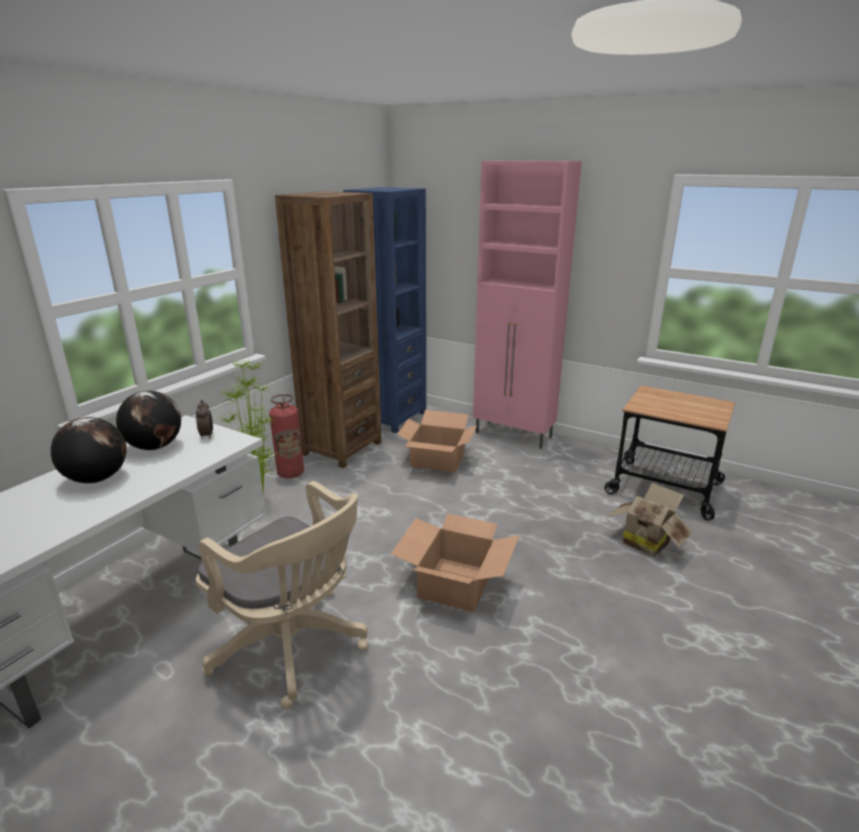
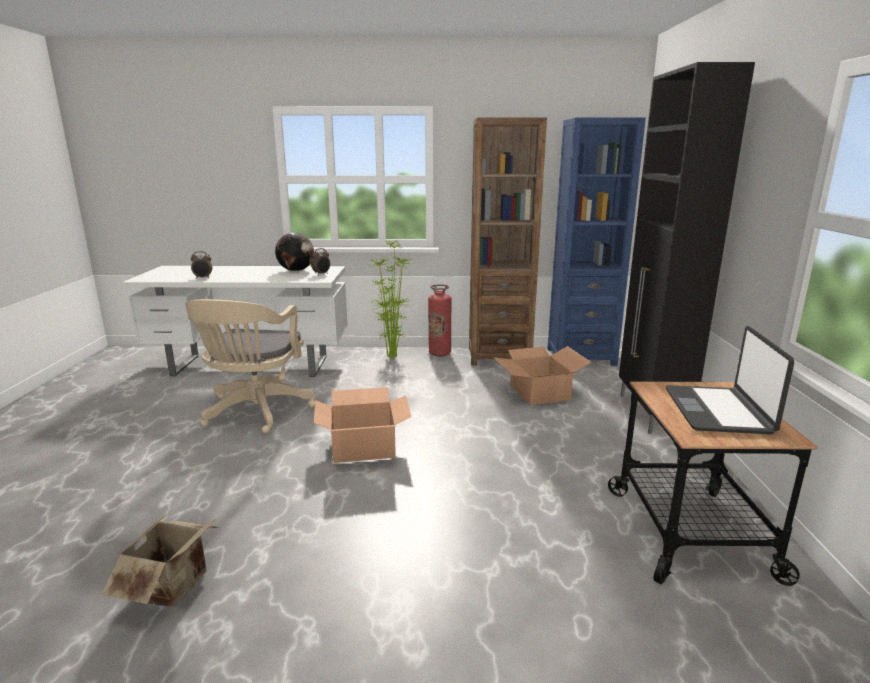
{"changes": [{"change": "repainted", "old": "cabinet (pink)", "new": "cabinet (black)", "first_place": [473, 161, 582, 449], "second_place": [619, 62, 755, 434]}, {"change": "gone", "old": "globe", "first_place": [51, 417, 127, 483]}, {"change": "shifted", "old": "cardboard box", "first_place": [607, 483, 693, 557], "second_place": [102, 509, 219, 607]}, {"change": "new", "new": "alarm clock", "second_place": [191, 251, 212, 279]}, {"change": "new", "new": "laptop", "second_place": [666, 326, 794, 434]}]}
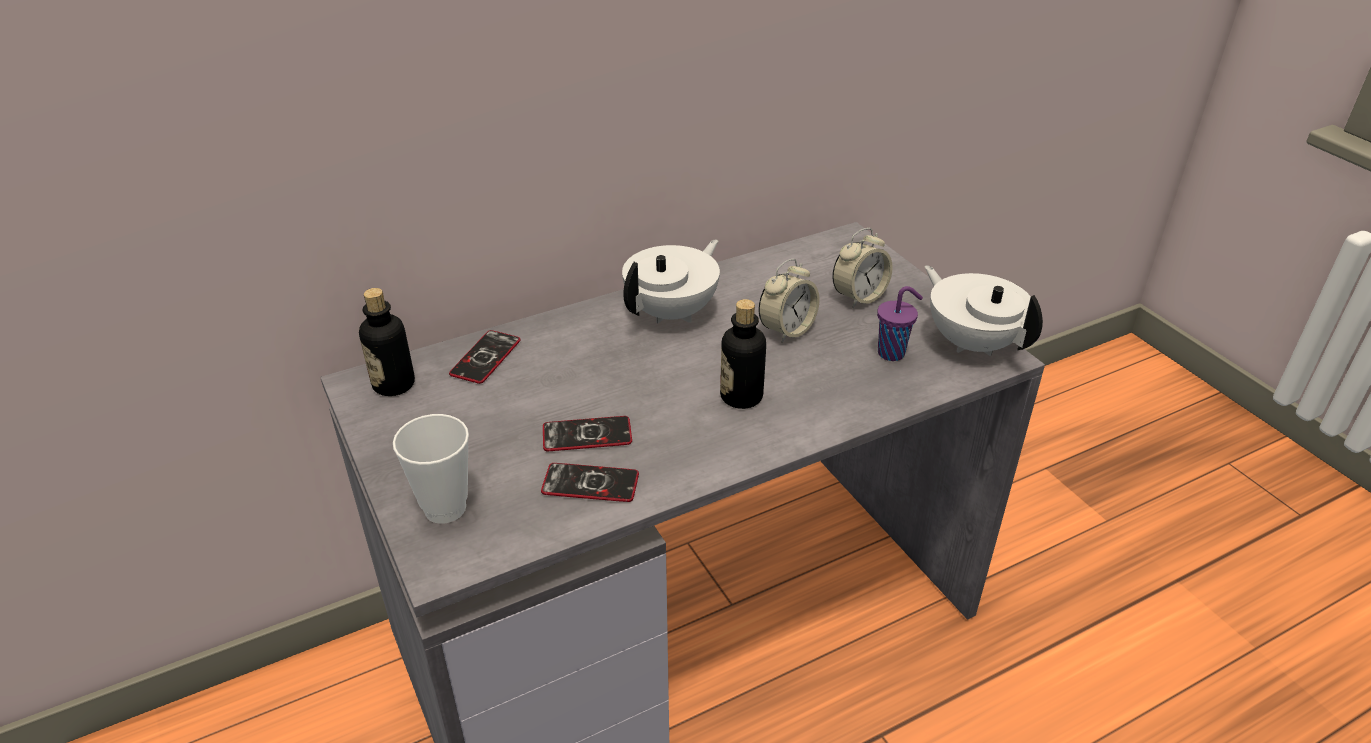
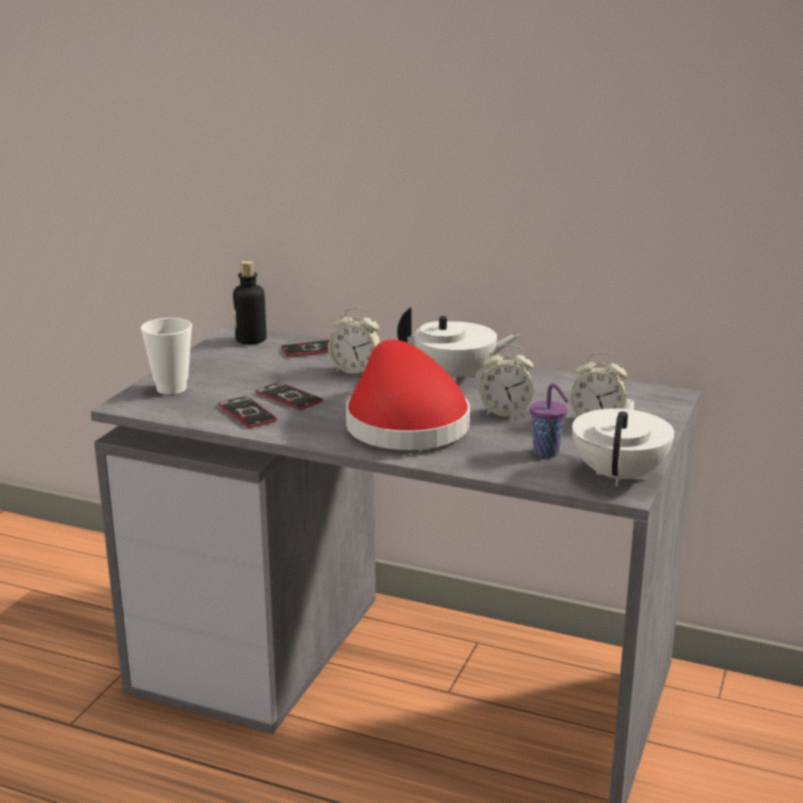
{"changes": [{"change": "swapped", "old": "bottle", "new": "hat (red)", "first_place": [720, 299, 766, 409], "second_place": [346, 340, 470, 450]}, {"change": "new", "new": "alarm clock", "second_place": [328, 307, 381, 373]}]}
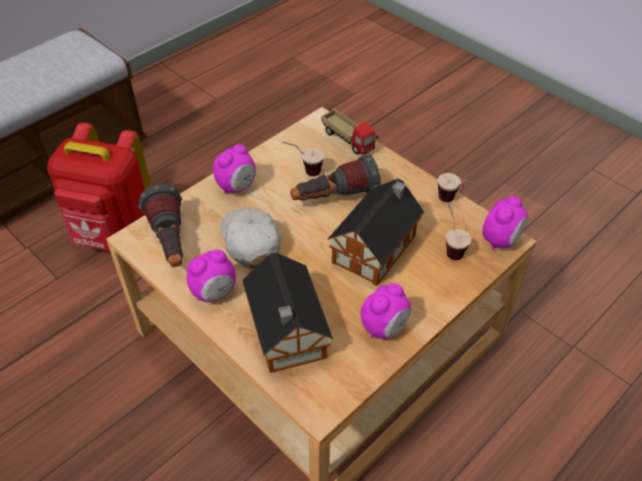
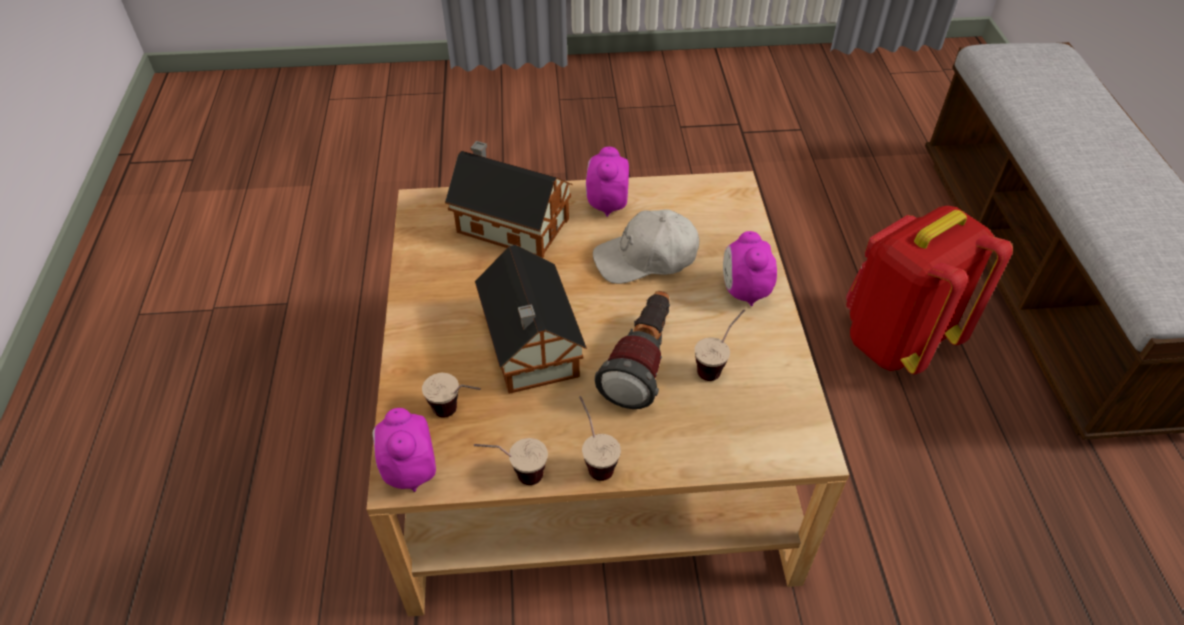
{"changes": [{"change": "gone", "old": "toy truck", "first_place": [322, 109, 378, 155]}, {"change": "gone", "old": "flashlight", "first_place": [139, 184, 183, 267]}, {"change": "rotated", "old": "cap (white)", "first_place": [221, 208, 281, 269], "second_place": [593, 209, 699, 284], "degrees": 150}, {"change": "gone", "old": "alarm clock", "first_place": [360, 283, 411, 339]}, {"change": "new", "new": "cup", "second_place": [579, 396, 621, 481]}]}
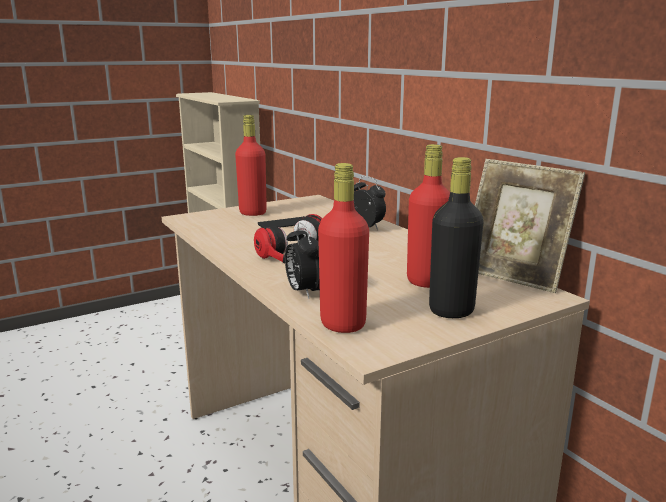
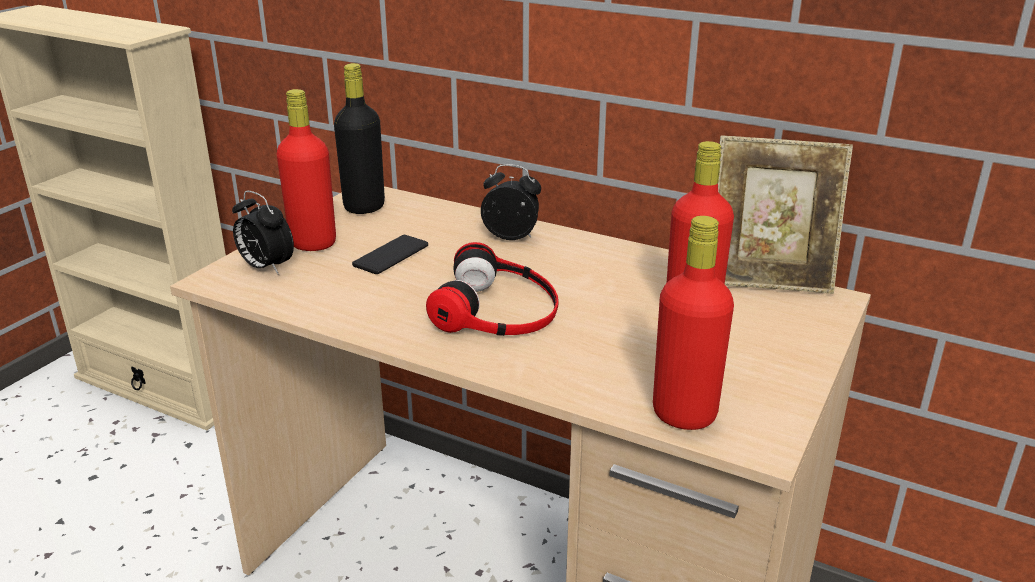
{"changes": [{"change": "shifted", "old": "bottle (black)", "first_place": [429, 157, 484, 318], "second_place": [334, 63, 385, 214]}, {"change": "shifted", "old": "alarm clock", "first_place": [285, 222, 320, 299], "second_place": [232, 191, 294, 275]}]}
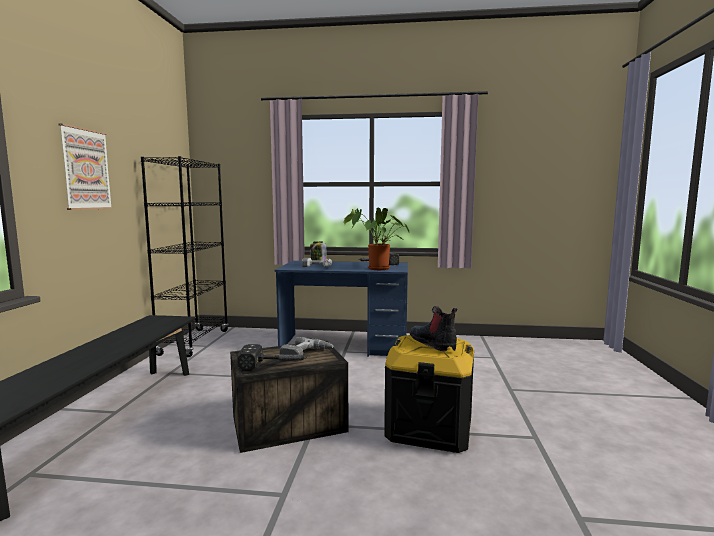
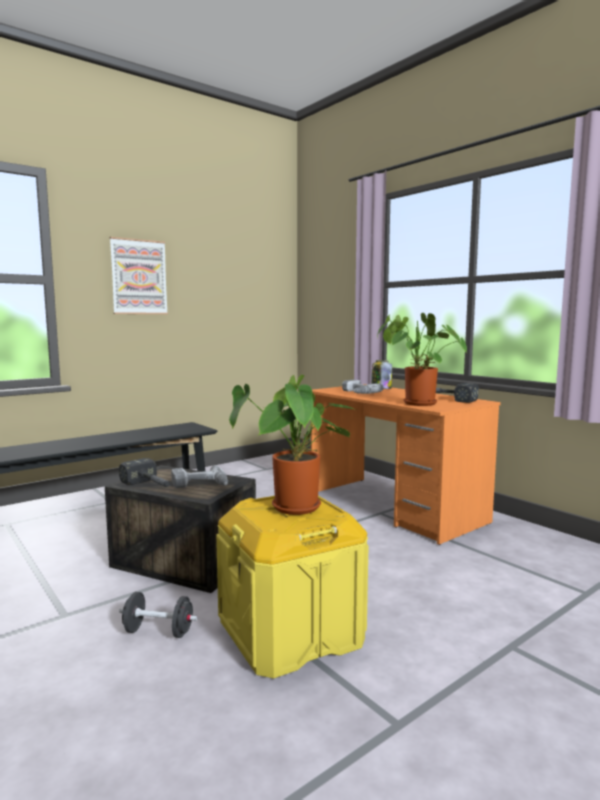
{"changes": [{"change": "gone", "old": "bookcase (black)", "first_place": [141, 156, 229, 357]}, {"change": "repainted", "old": "desk (blue)", "new": "desk (orange)", "first_place": [275, 261, 408, 357], "second_place": [311, 384, 501, 545]}, {"change": "swapped", "old": "boot", "new": "potted plant", "first_place": [410, 306, 458, 352], "second_place": [229, 375, 357, 515]}, {"change": "repainted", "old": "storage box (black)", "new": "storage box (yellow)", "first_place": [384, 335, 474, 453], "second_place": [216, 496, 369, 679]}, {"change": "new", "new": "dumbbell (black)", "second_place": [119, 592, 197, 638]}]}
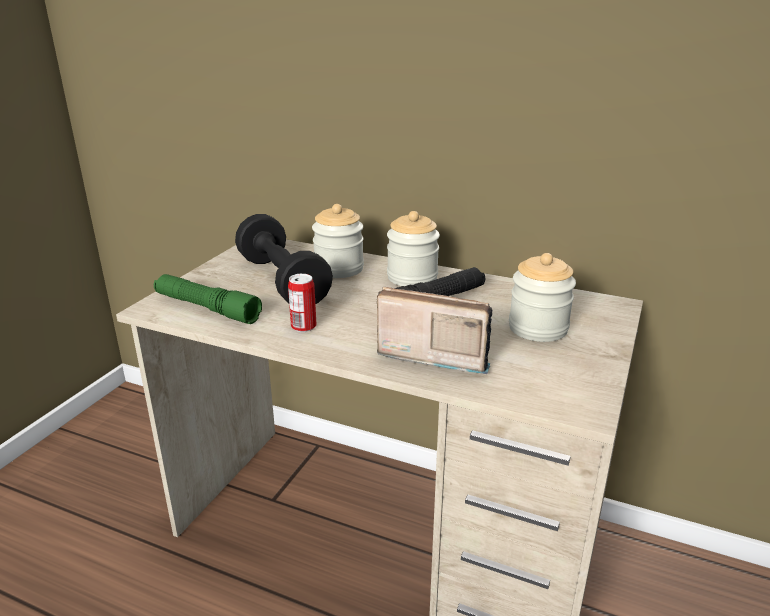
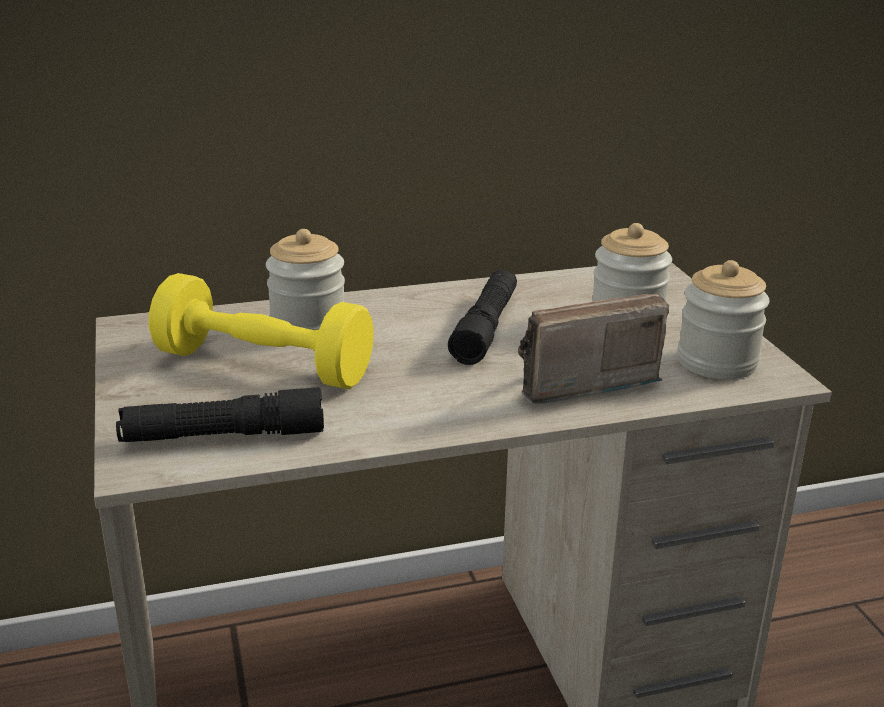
{"changes": [{"change": "shifted", "old": "jar", "first_place": [387, 211, 440, 286], "second_place": [677, 260, 770, 379]}, {"change": "repainted", "old": "dumbbell (black)", "new": "dumbbell (yellow)", "first_place": [235, 214, 333, 304], "second_place": [149, 273, 374, 389]}, {"change": "repainted", "old": "flashlight (green)", "new": "flashlight (black)", "first_place": [154, 274, 262, 324], "second_place": [116, 387, 324, 442]}, {"change": "gone", "old": "can", "first_place": [288, 274, 316, 332]}]}
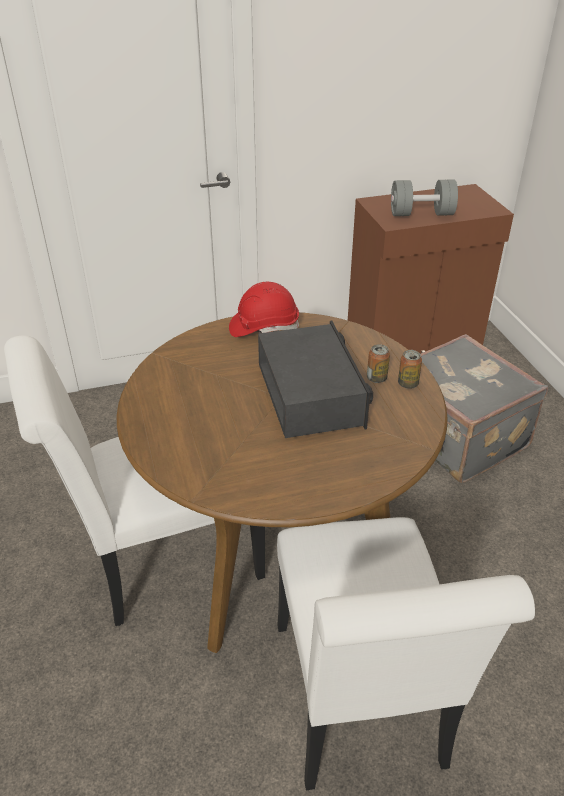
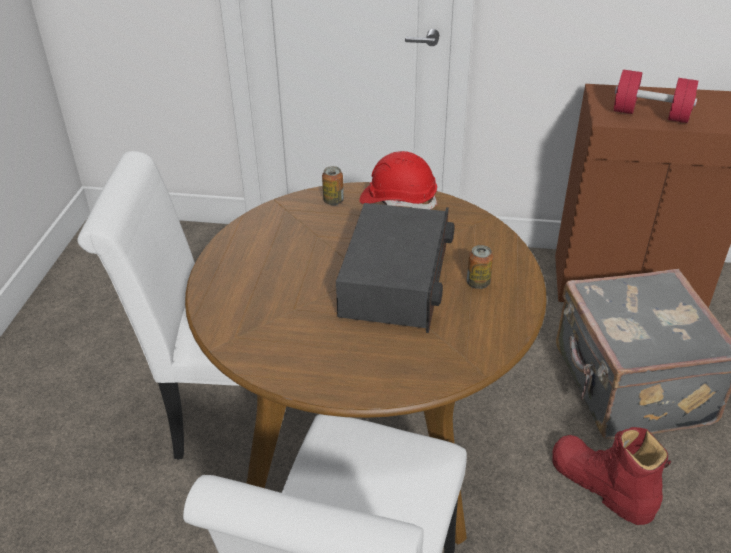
{"changes": [{"change": "repainted", "old": "dumbbell (grey)", "new": "dumbbell (red)", "first_place": [391, 179, 458, 216], "second_place": [614, 70, 698, 123]}, {"change": "shifted", "old": "can", "first_place": [398, 350, 422, 389], "second_place": [322, 166, 344, 205]}, {"change": "new", "new": "boot (red)", "second_place": [552, 427, 671, 525]}]}
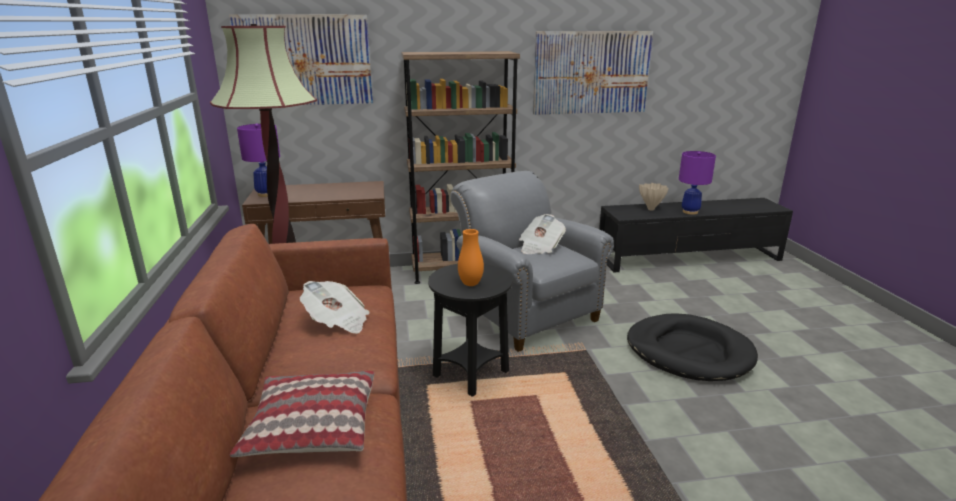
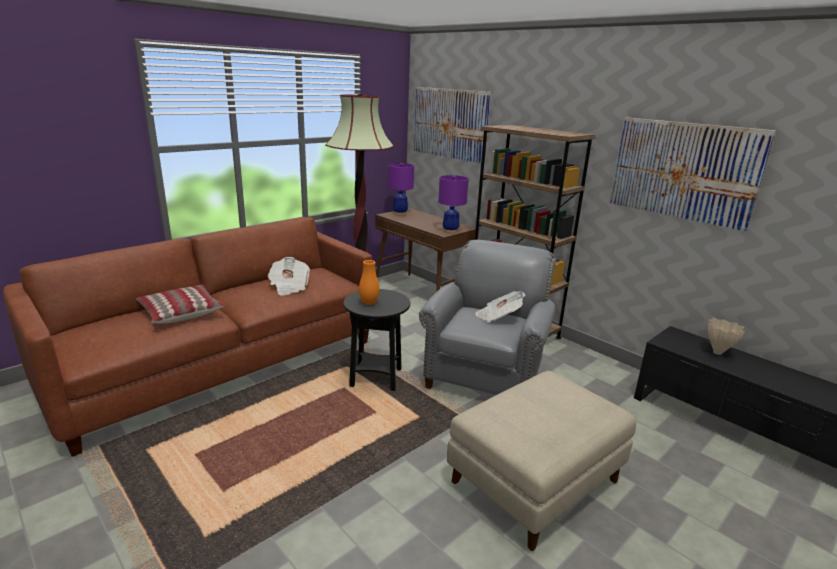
{"changes": [{"change": "shifted", "old": "table lamp (purple)", "first_place": [679, 151, 716, 215], "second_place": [438, 175, 469, 233]}, {"change": "swapped", "old": "dog bed (black)", "new": "ottoman (beige)", "first_place": [627, 314, 758, 381], "second_place": [447, 371, 636, 551]}]}
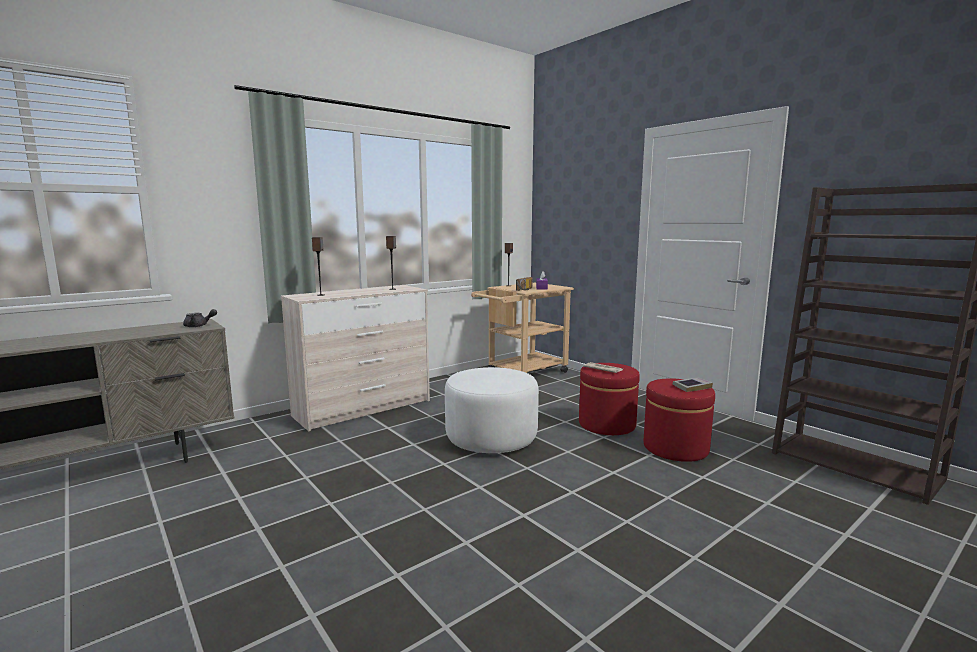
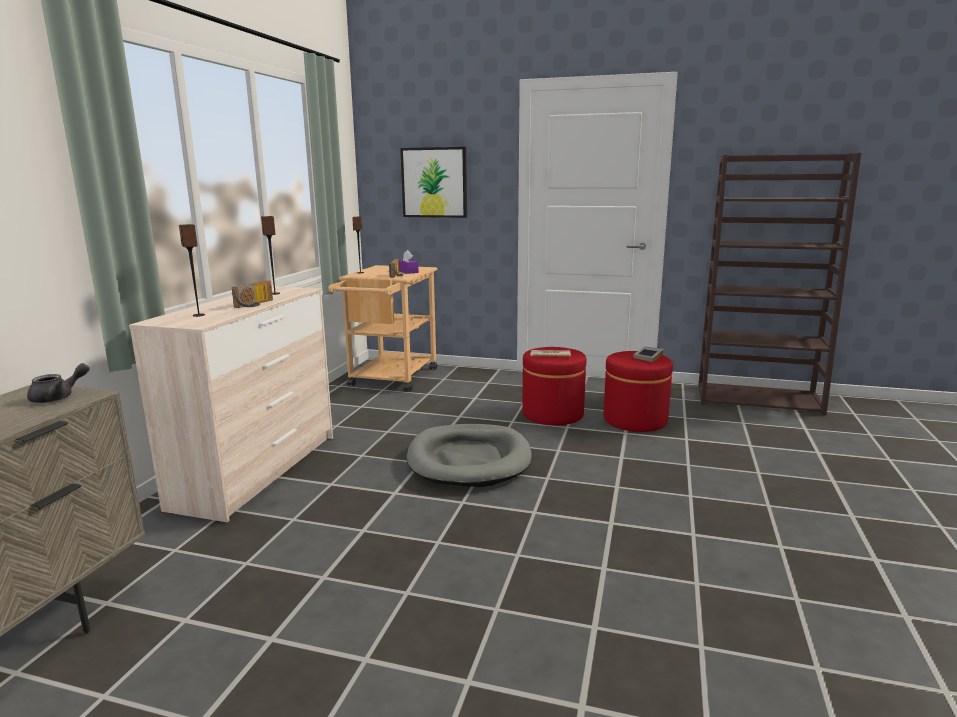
{"changes": [{"change": "swapped", "old": "ottoman (white)", "new": "dog bed (grey)", "first_place": [445, 367, 539, 453], "second_place": [407, 424, 532, 487]}, {"change": "new", "new": "picture", "second_place": [400, 147, 467, 218]}, {"change": "new", "new": "radio", "second_place": [232, 280, 273, 308]}]}
